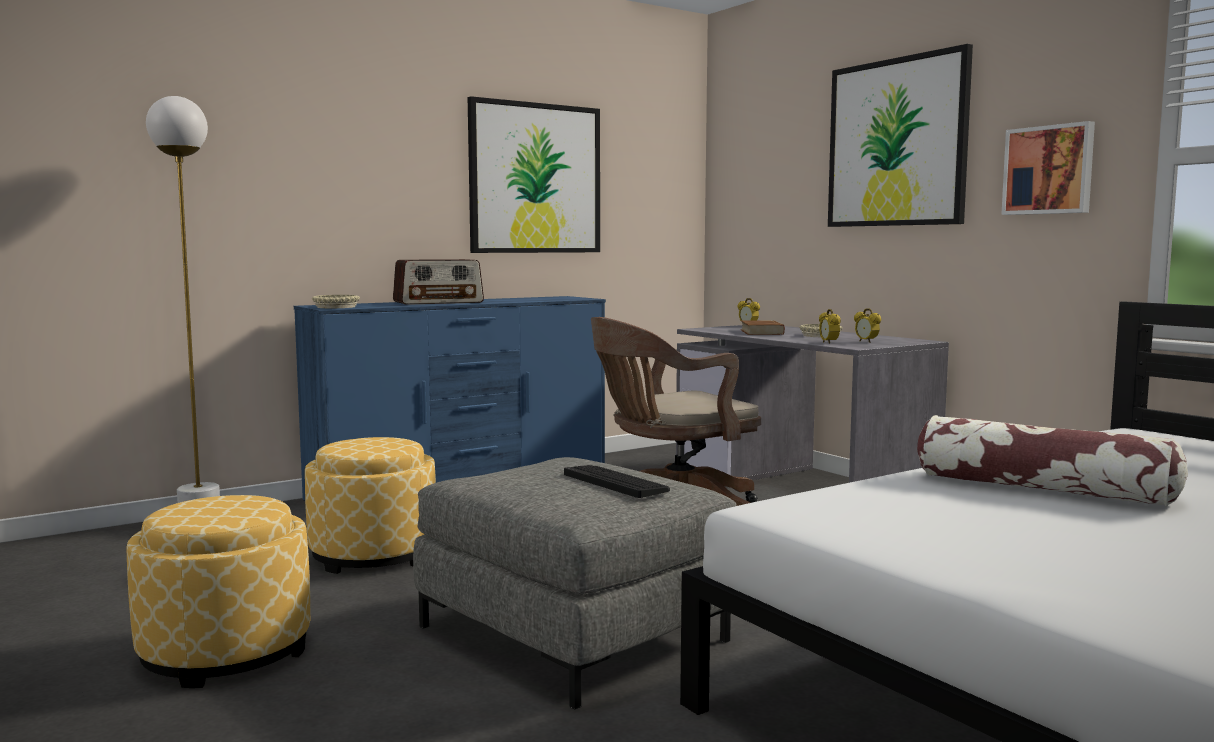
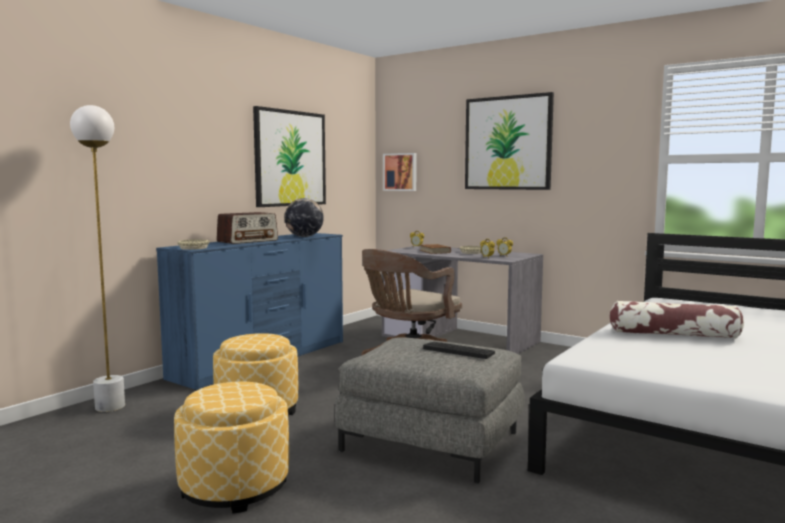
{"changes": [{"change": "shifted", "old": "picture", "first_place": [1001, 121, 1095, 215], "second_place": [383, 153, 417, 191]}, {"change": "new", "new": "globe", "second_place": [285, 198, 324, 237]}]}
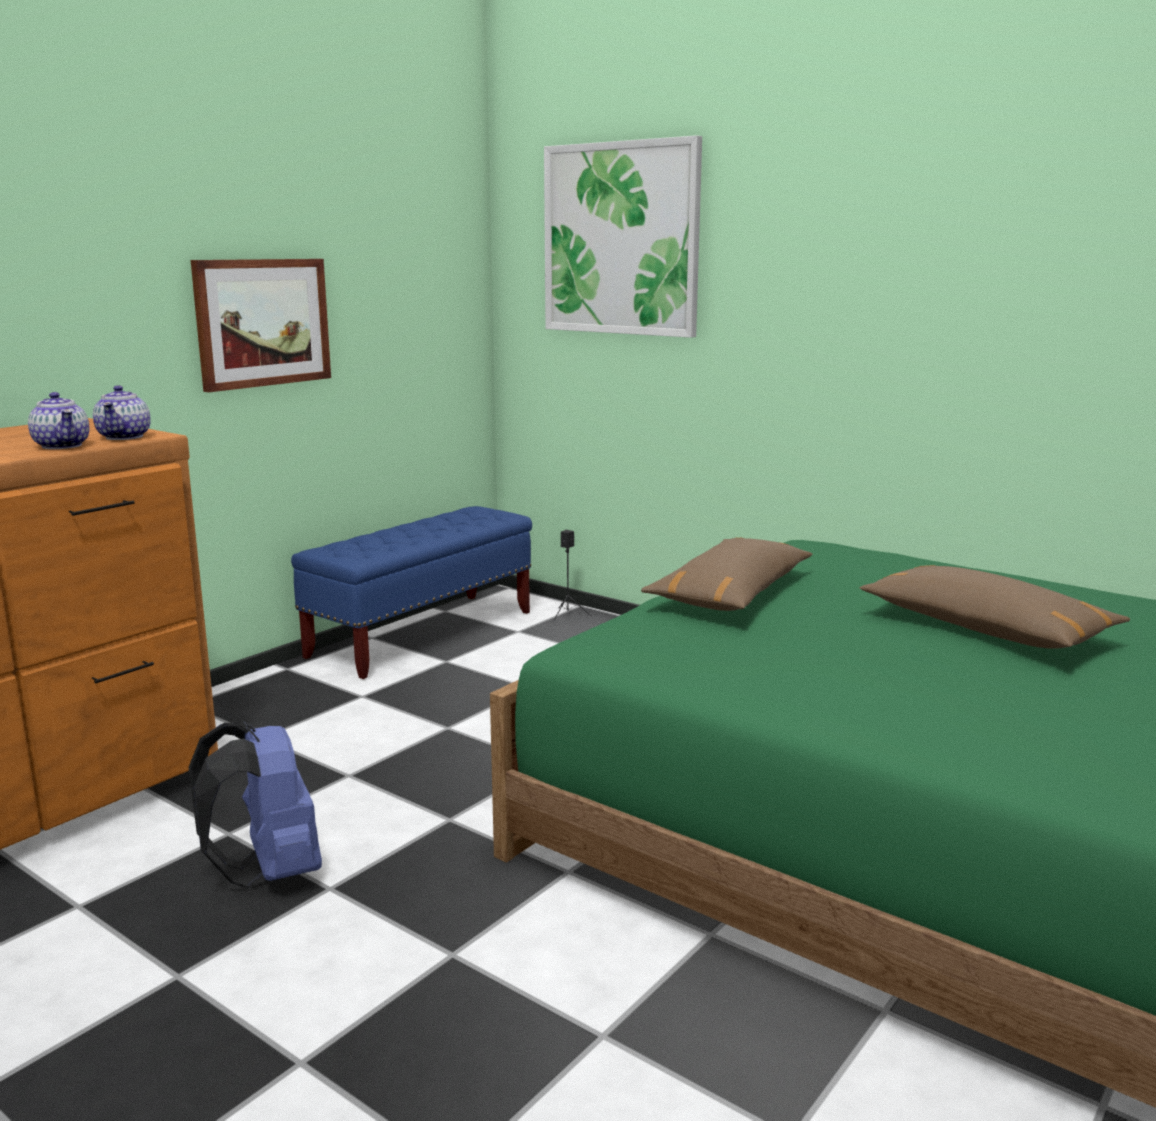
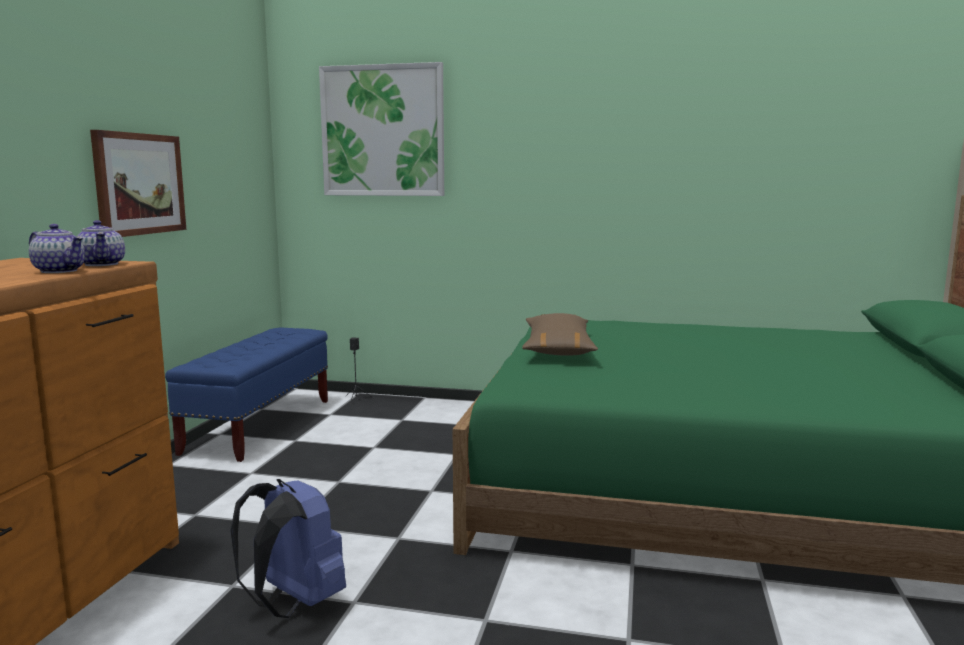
{"changes": [{"change": "gone", "old": "pillow (brown)", "first_place": [859, 565, 1130, 649]}]}
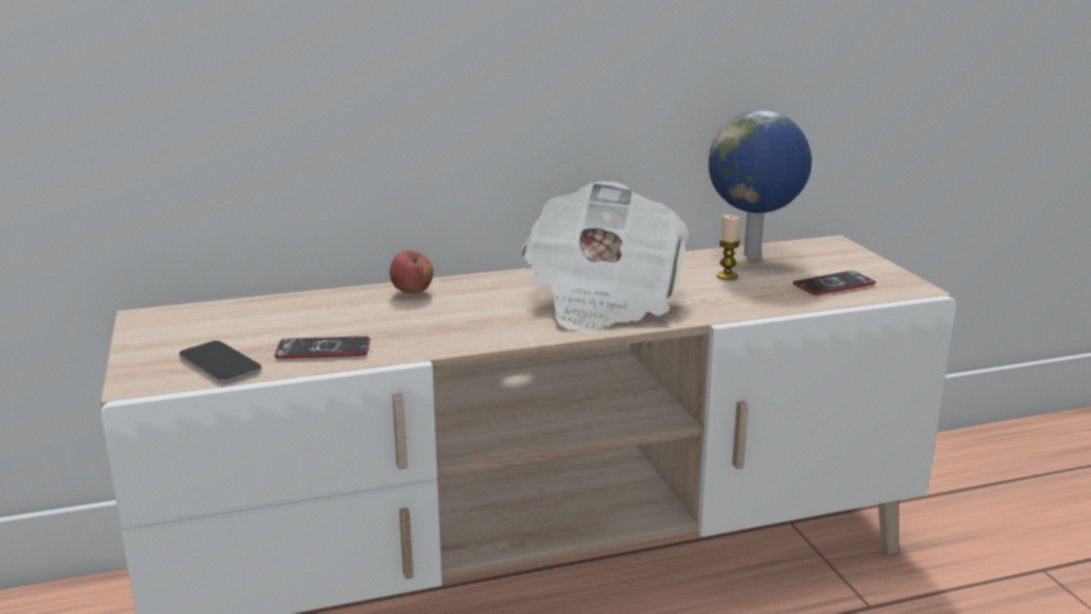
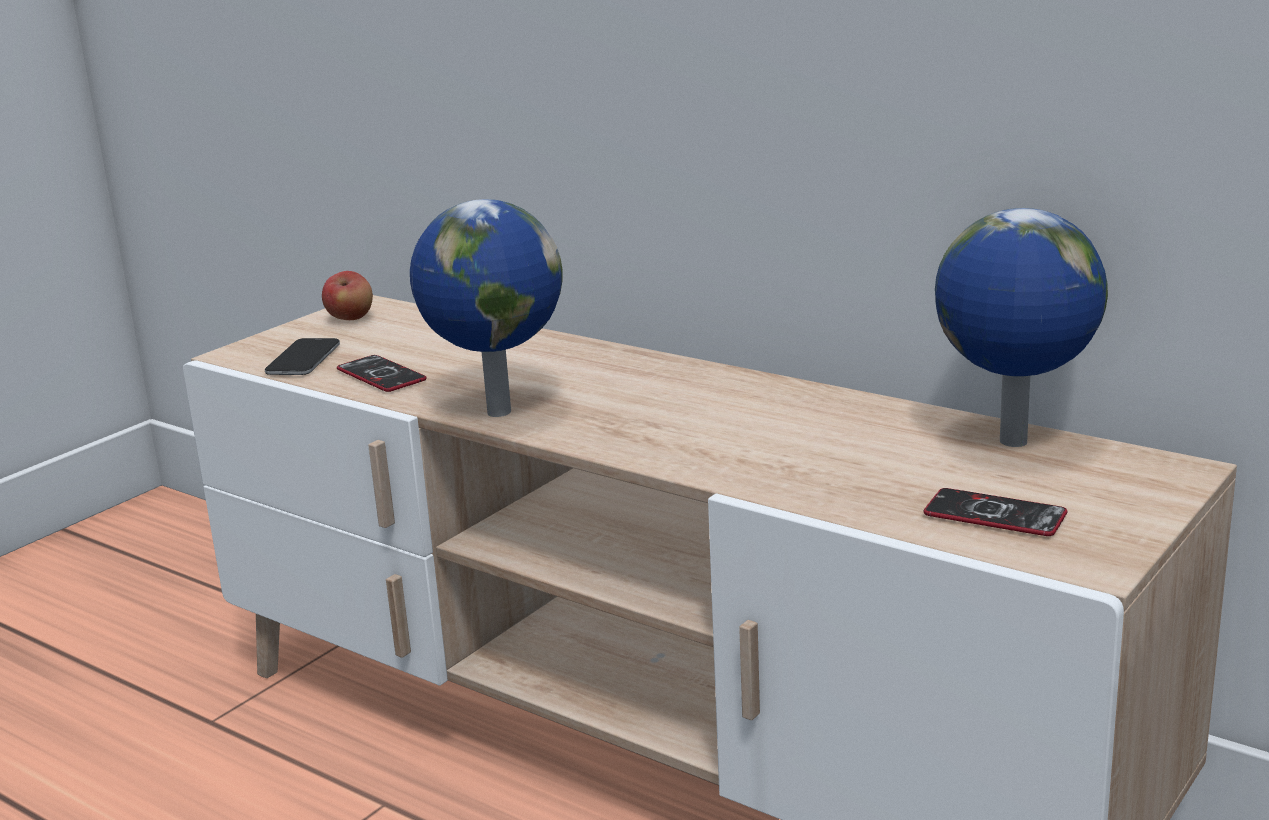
{"changes": [{"change": "gone", "old": "newspaper", "first_place": [522, 181, 689, 331]}, {"change": "gone", "old": "candle", "first_place": [717, 215, 741, 280]}, {"change": "shifted", "old": "apple", "first_place": [390, 251, 433, 294], "second_place": [322, 271, 373, 320]}, {"change": "new", "new": "globe", "second_place": [410, 199, 563, 417]}]}
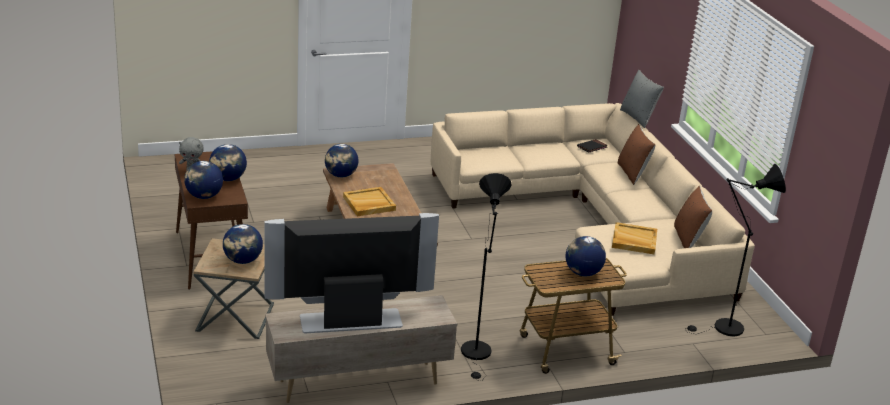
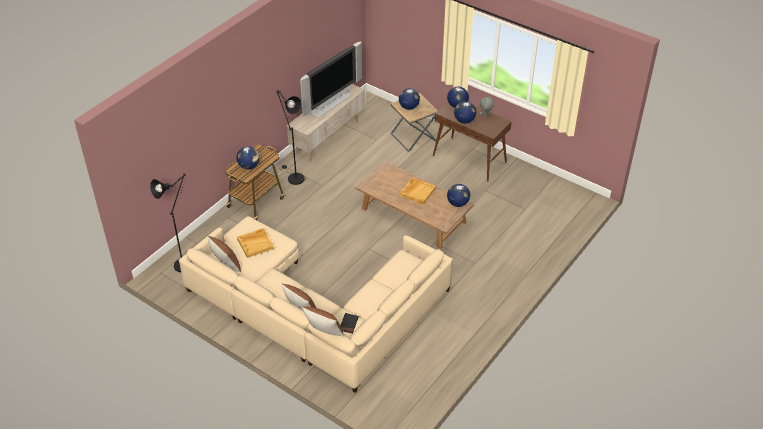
{"changes": [{"change": "repainted", "old": "pillow (grey)", "new": "pillow (brown)", "first_place": [620, 70, 664, 128], "second_place": [302, 307, 344, 336]}]}
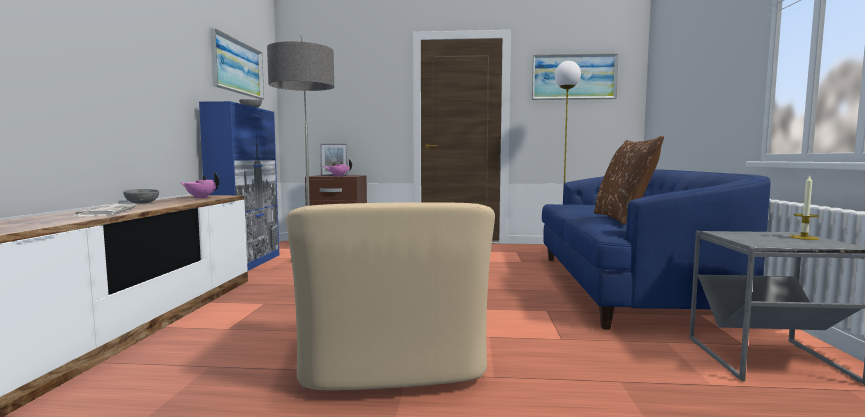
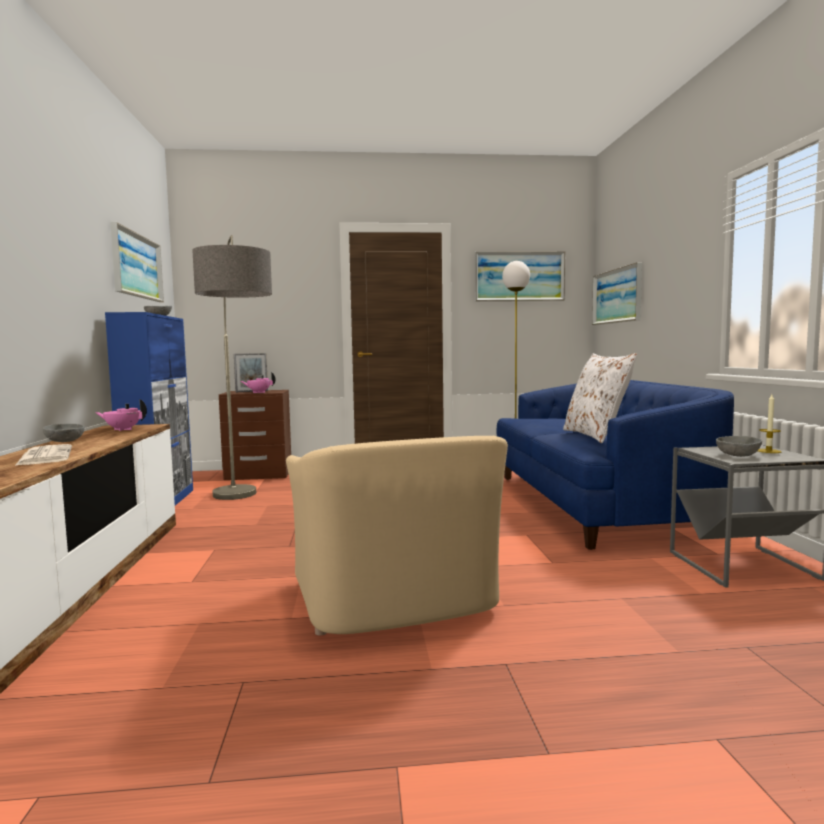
{"changes": [{"change": "repainted", "old": "pillow (brown)", "new": "pillow (white)", "first_place": [594, 136, 664, 225], "second_place": [563, 353, 637, 443]}, {"change": "new", "new": "picture", "second_place": [592, 262, 642, 325]}, {"change": "new", "new": "bowl (grey)", "second_place": [716, 436, 762, 457]}]}
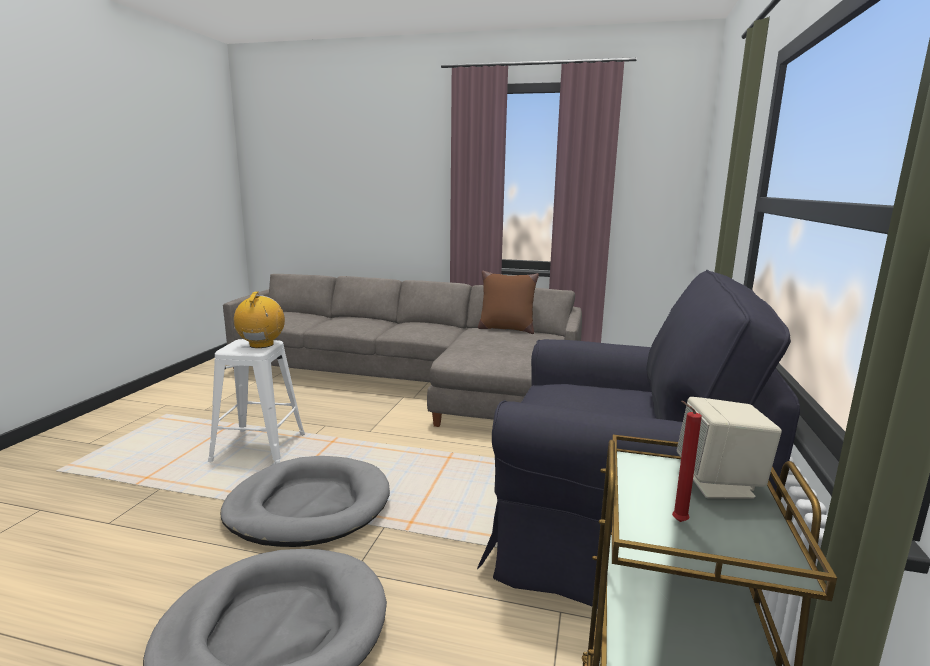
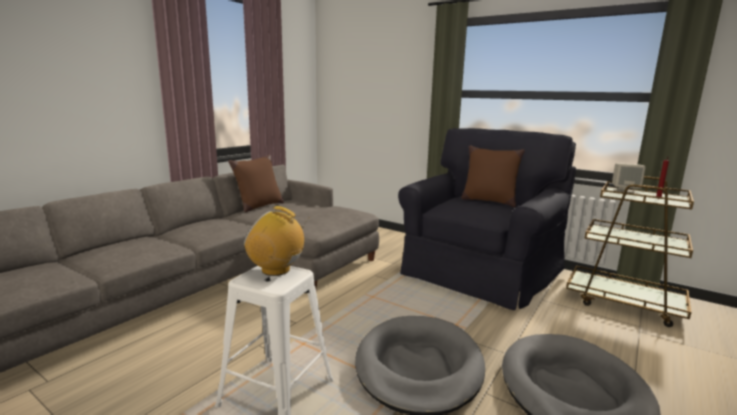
{"changes": [{"change": "new", "new": "pillow (brown)", "second_place": [461, 145, 525, 207]}]}
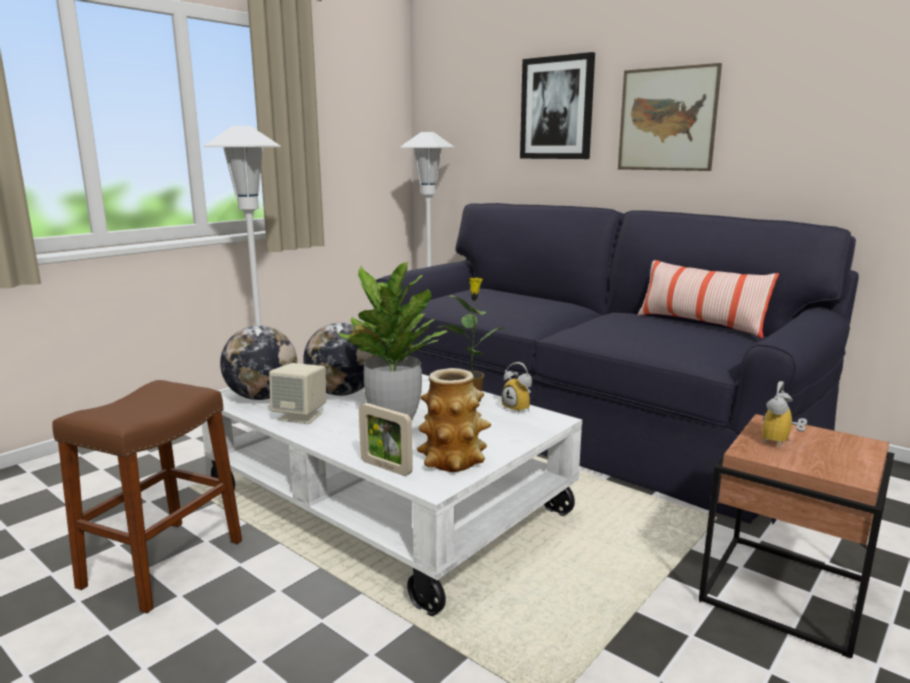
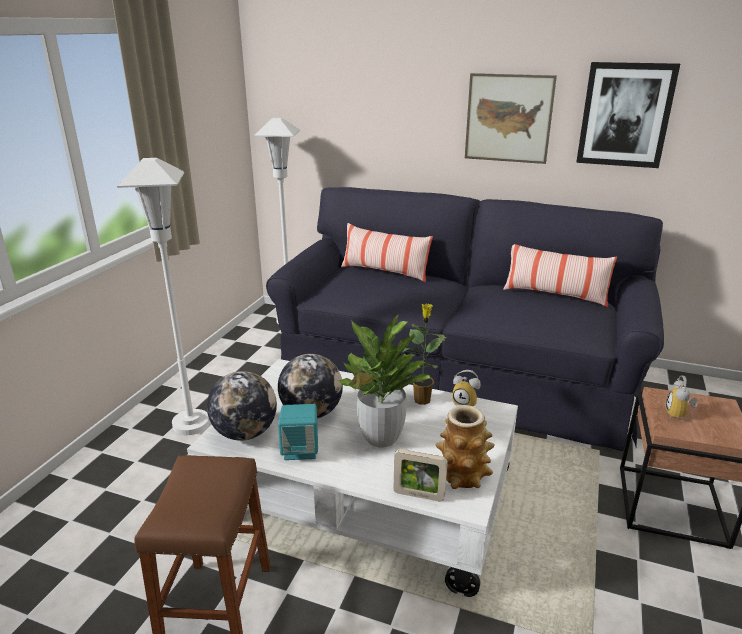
{"changes": [{"change": "shifted", "old": "picture", "first_place": [520, 52, 595, 159], "second_place": [576, 62, 680, 168]}, {"change": "repainted", "old": "speaker (beige)", "new": "speaker (turquoise)", "first_place": [269, 363, 326, 424], "second_place": [278, 404, 318, 460]}, {"change": "new", "new": "pillow", "second_place": [341, 223, 433, 282]}]}
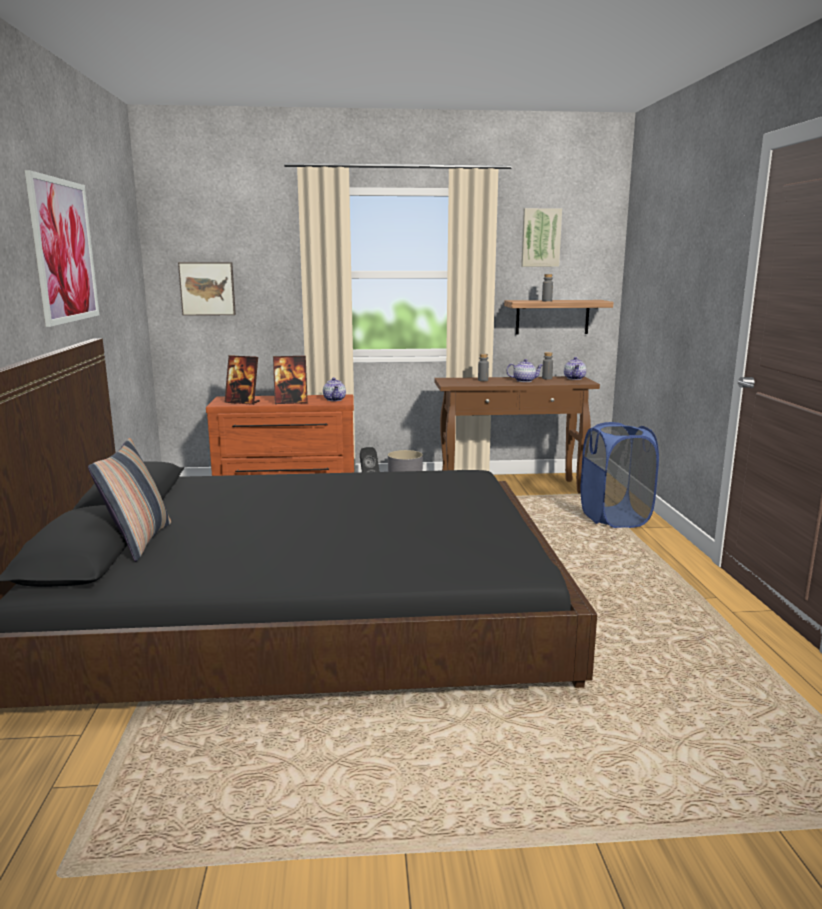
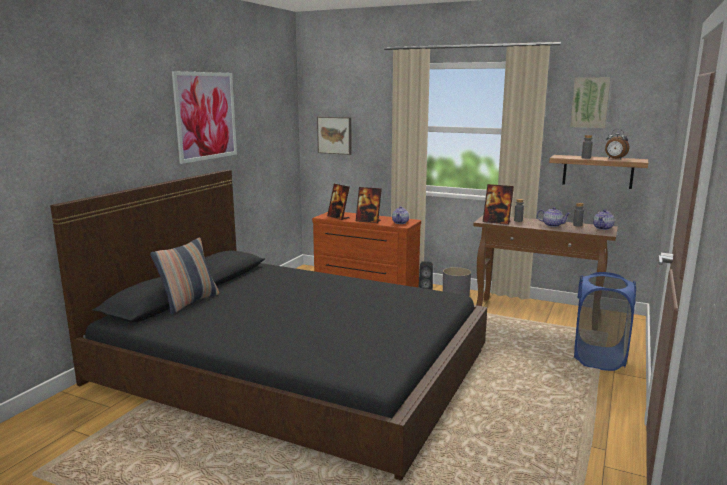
{"changes": [{"change": "new", "new": "alarm clock", "second_place": [605, 129, 629, 159]}, {"change": "new", "new": "picture frame", "second_place": [483, 184, 514, 225]}]}
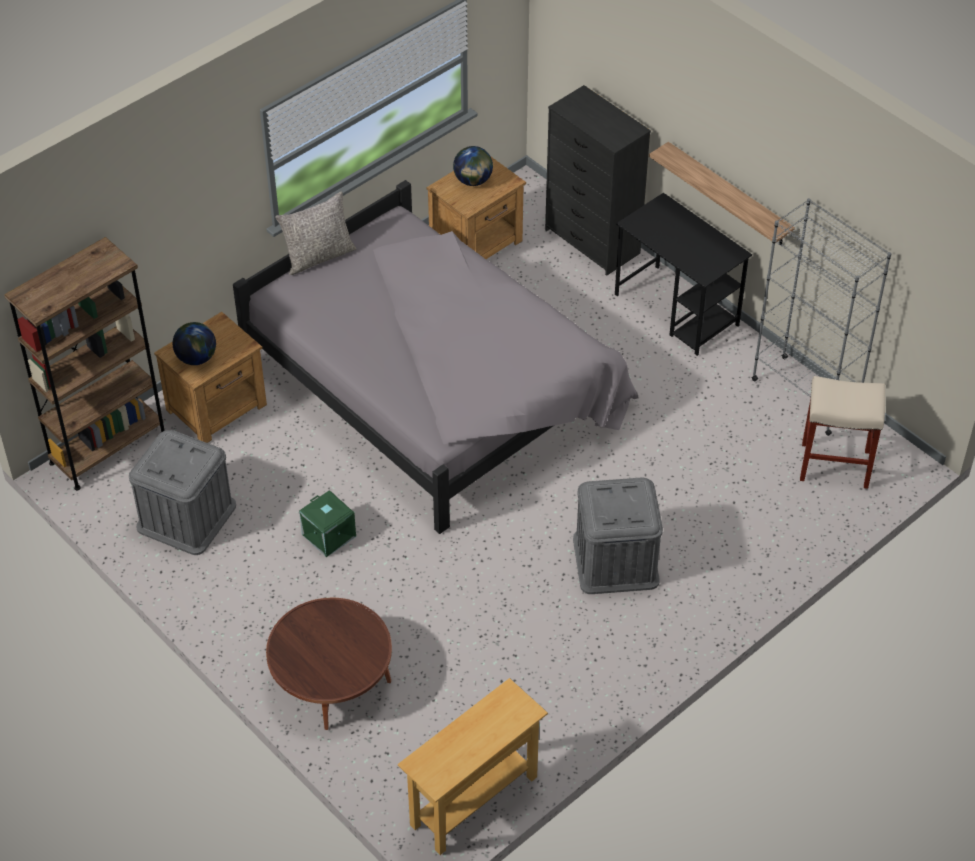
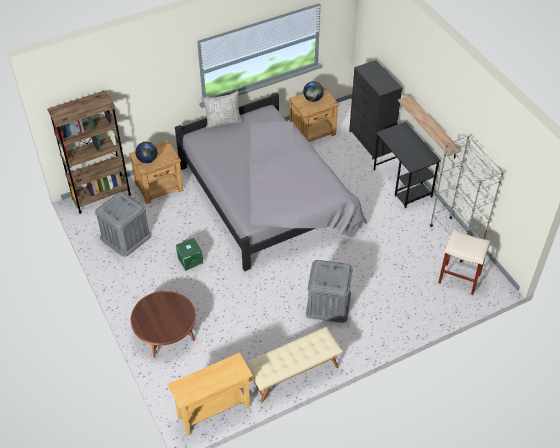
{"changes": [{"change": "new", "new": "bench (beige)", "second_place": [246, 327, 343, 403]}]}
